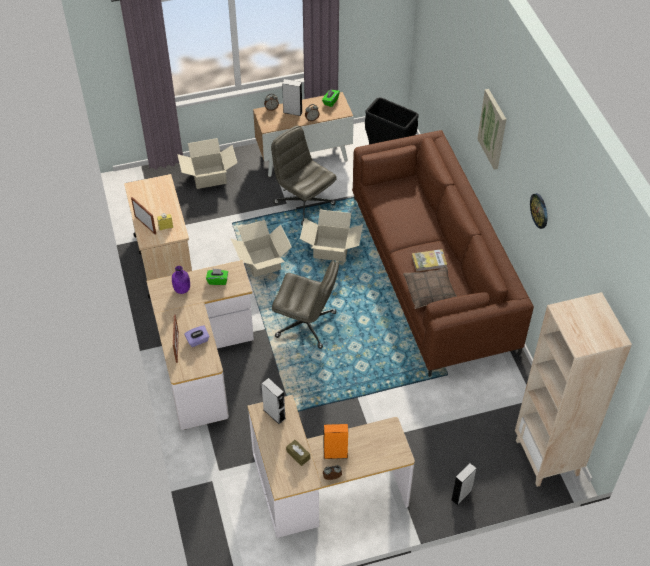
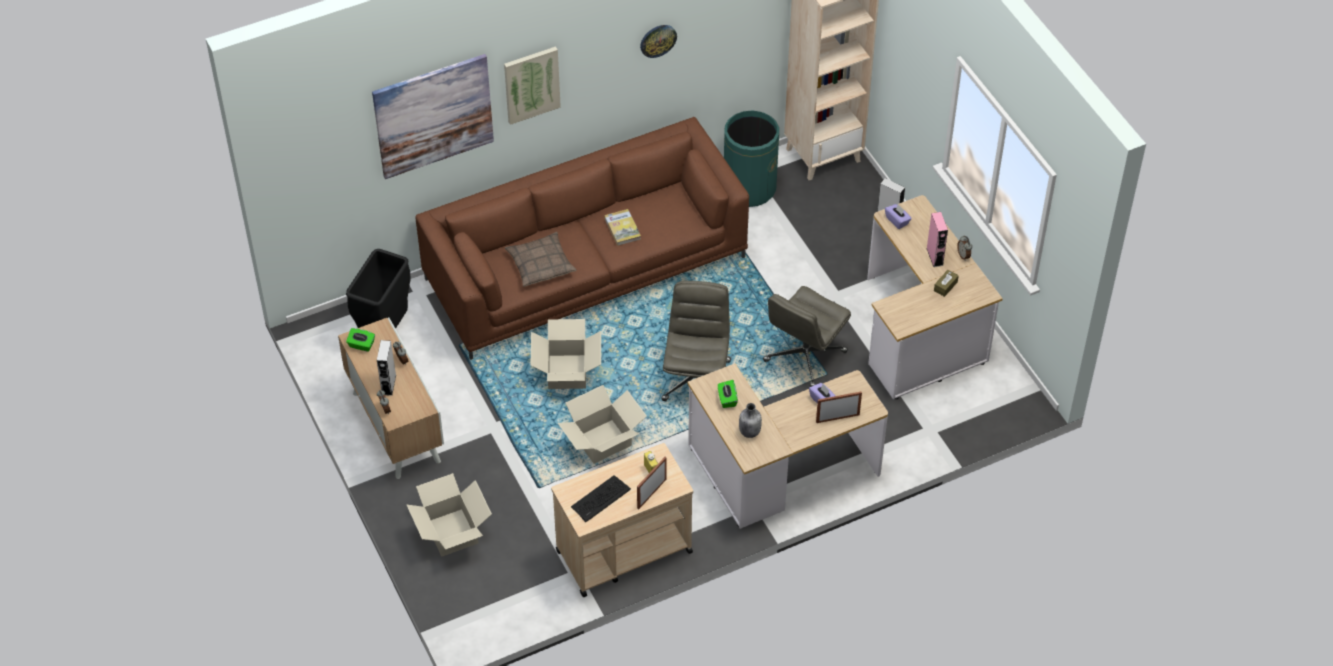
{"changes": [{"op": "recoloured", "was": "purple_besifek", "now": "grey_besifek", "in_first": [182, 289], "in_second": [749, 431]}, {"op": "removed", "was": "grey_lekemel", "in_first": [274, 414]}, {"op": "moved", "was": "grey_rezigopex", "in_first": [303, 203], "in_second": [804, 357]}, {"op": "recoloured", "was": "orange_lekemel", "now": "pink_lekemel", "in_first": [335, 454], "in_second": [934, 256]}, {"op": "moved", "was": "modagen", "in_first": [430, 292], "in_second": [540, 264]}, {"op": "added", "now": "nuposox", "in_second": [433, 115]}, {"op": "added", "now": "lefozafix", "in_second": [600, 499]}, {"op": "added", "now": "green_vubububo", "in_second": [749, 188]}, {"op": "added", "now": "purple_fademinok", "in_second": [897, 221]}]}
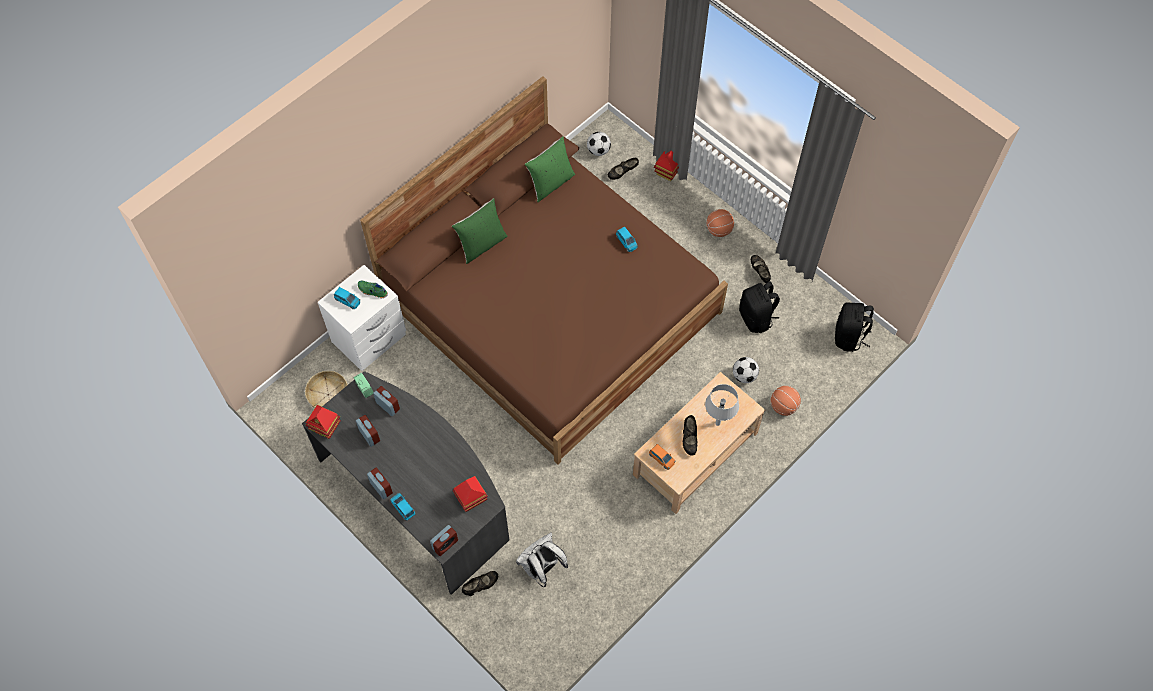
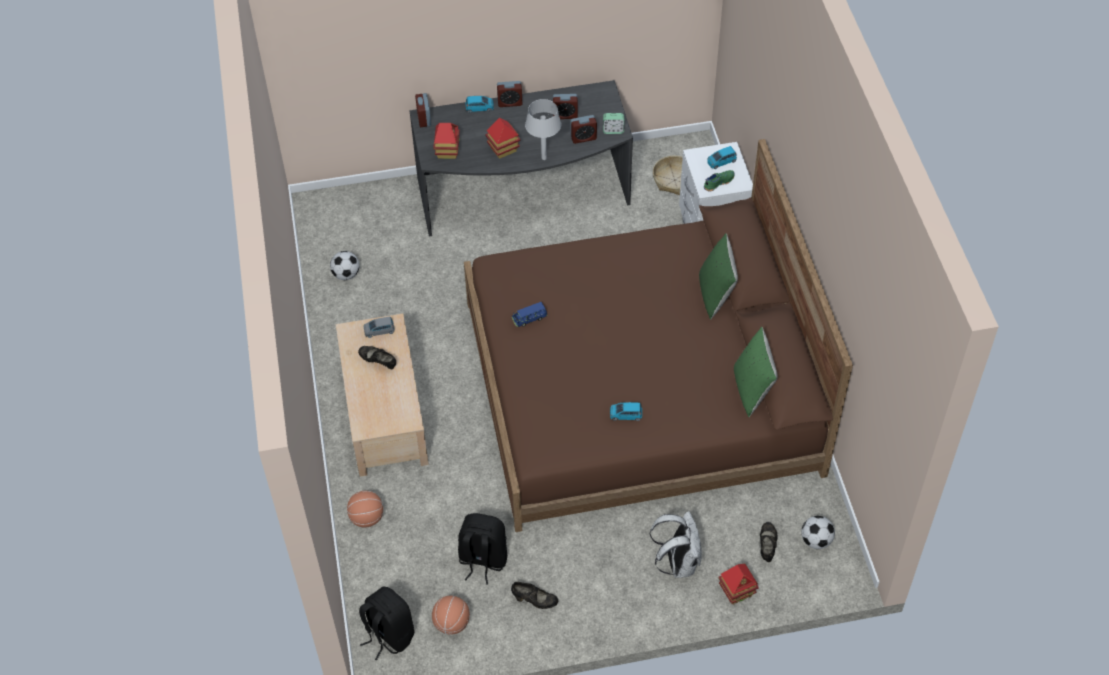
{"changes": [{"op": "moved", "was": "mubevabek", "in_first": [325, 427], "in_second": [503, 149]}, {"op": "removed", "was": "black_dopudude", "in_first": [480, 585]}, {"op": "moved", "was": "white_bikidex", "in_first": [542, 568], "in_second": [678, 563]}, {"op": "recoloured", "was": "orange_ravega", "now": "grey_ravega", "in_first": [661, 458], "in_second": [379, 330]}, {"op": "moved", "was": "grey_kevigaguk", "in_first": [718, 423], "in_second": [544, 158]}, {"op": "moved", "was": "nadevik", "in_first": [719, 230], "in_second": [451, 623]}, {"op": "moved", "was": "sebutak", "in_first": [744, 376], "in_second": [346, 274]}, {"op": "added", "now": "blue_ravega", "in_second": [529, 319]}]}
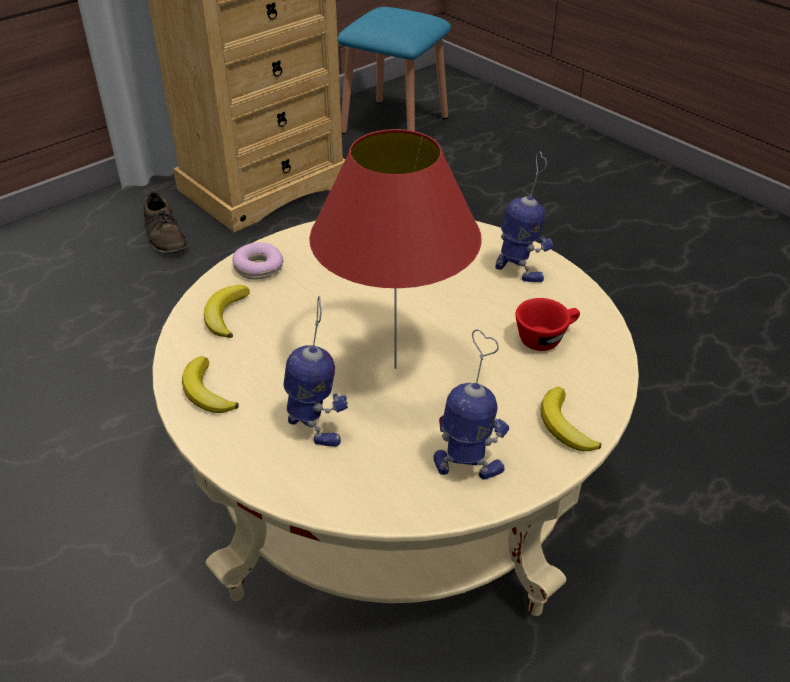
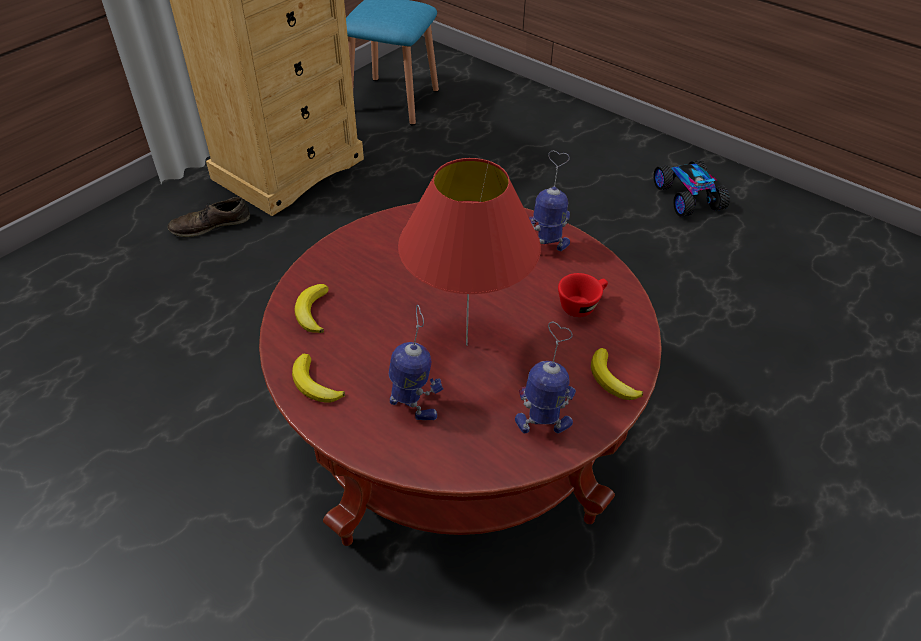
{"changes": [{"op": "turned", "was": "brown_dopudude", "in_first": [165, 236], "in_second": [210, 225], "clockwise": 105}, {"op": "recoloured", "was": "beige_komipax", "now": "red_komipax", "in_first": [394, 485], "in_second": [458, 431]}, {"op": "removed", "was": "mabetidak", "in_first": [258, 268]}, {"op": "turned", "was": "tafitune", "in_first": [519, 271], "in_second": [548, 247], "clockwise": -45}, {"op": "added", "now": "ravega", "in_second": [688, 197]}]}
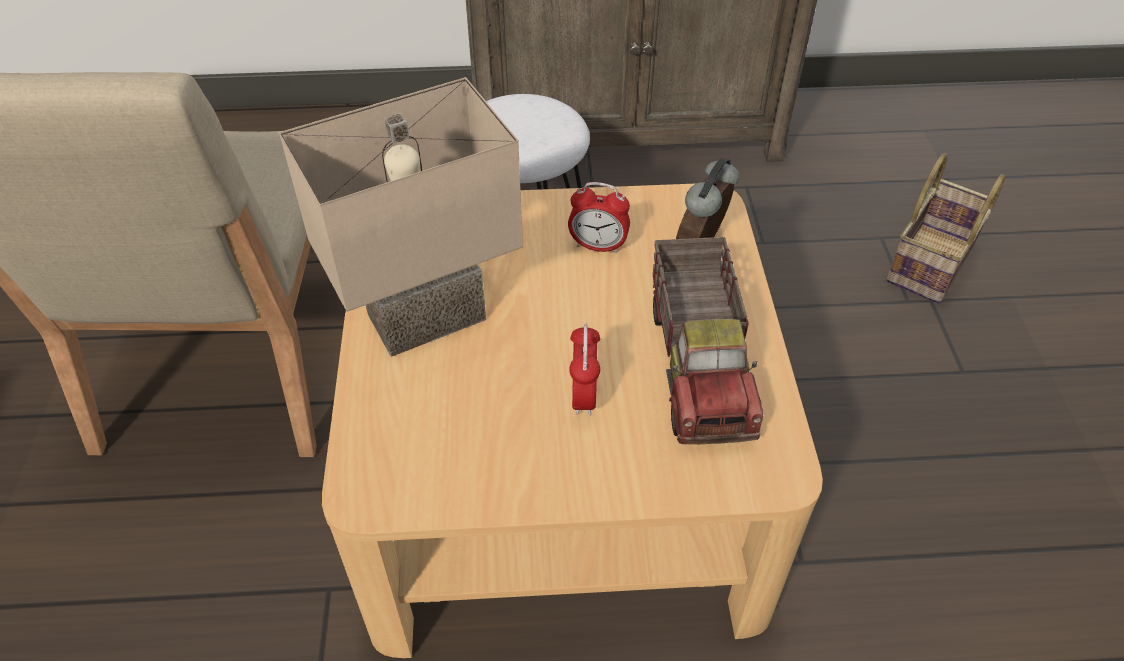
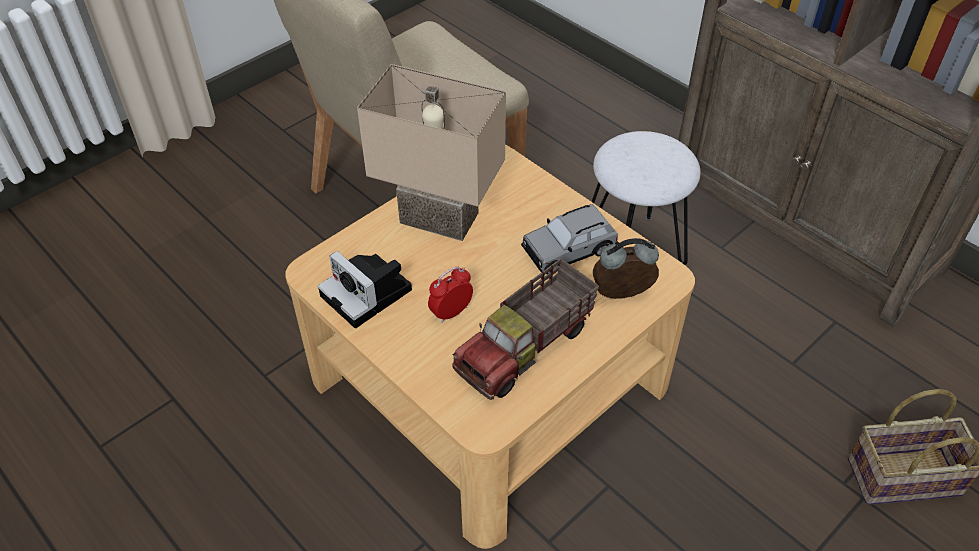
{"changes": [{"op": "replaced", "was": "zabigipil", "now": "grey_ravega", "in_first": [598, 246], "in_second": [569, 250]}, {"op": "added", "now": "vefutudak", "in_second": [369, 294]}]}
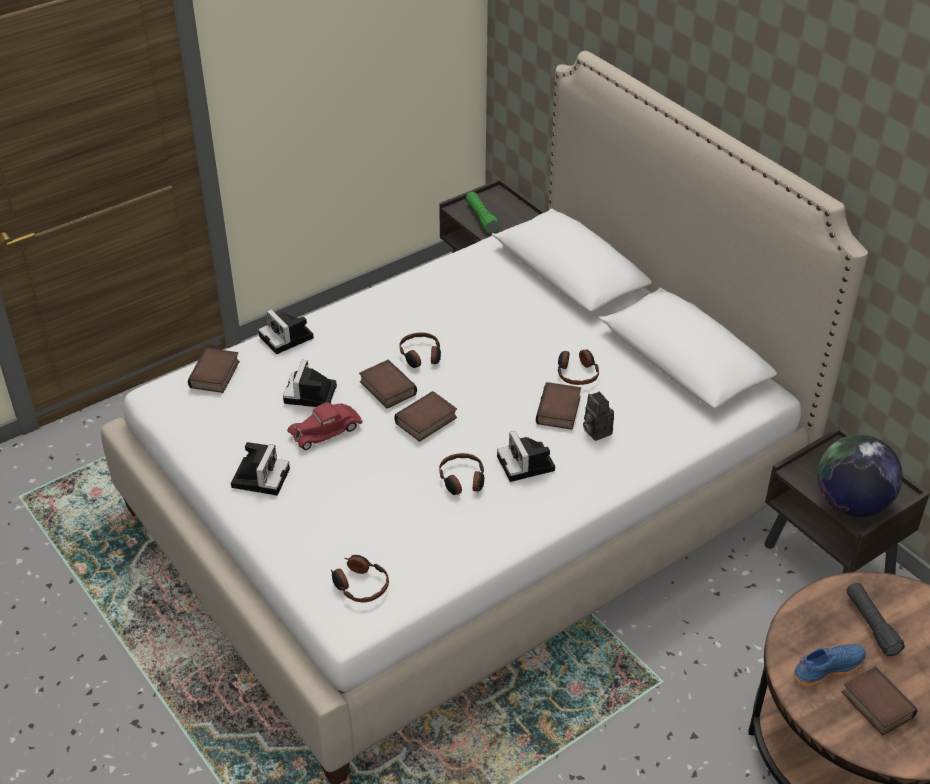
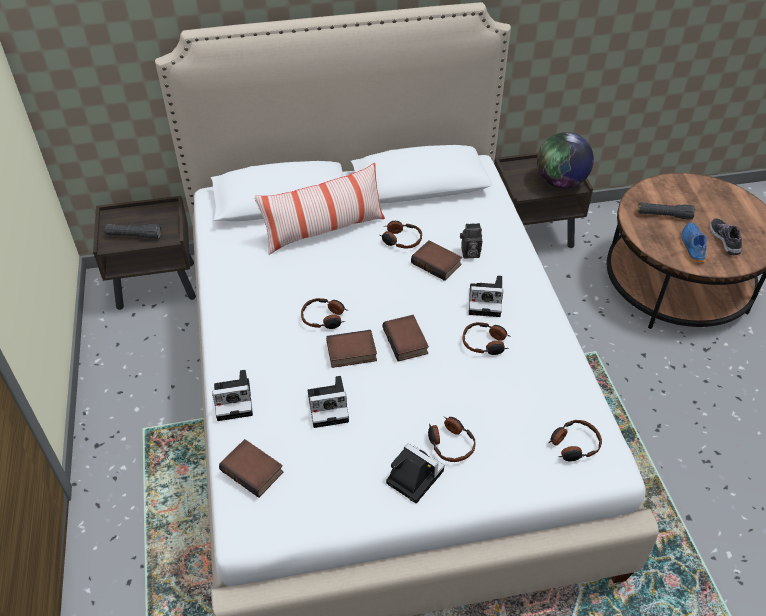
{"changes": [{"op": "turned", "was": "vefutudak", "in_first": [310, 395], "in_second": [330, 406], "clockwise": -45}, {"op": "removed", "was": "red_ravega", "in_first": [326, 430]}, {"op": "recoloured", "was": "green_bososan", "now": "black_bososan", "in_first": [481, 218], "in_second": [134, 236]}, {"op": "replaced", "was": "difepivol", "now": "dopudude", "in_first": [875, 704], "in_second": [725, 240]}, {"op": "added", "now": "modagen", "in_second": [324, 231]}, {"op": "added", "now": "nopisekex", "in_second": [450, 443]}]}
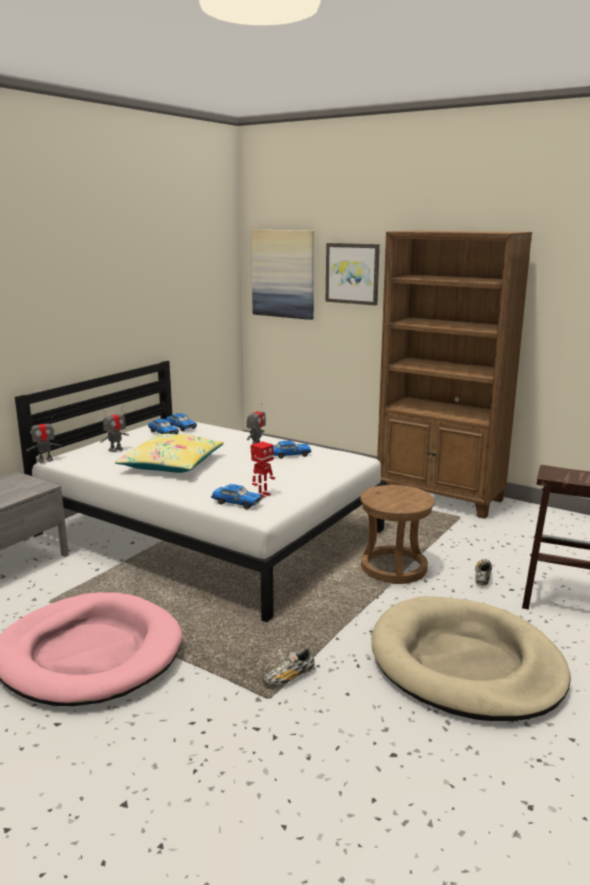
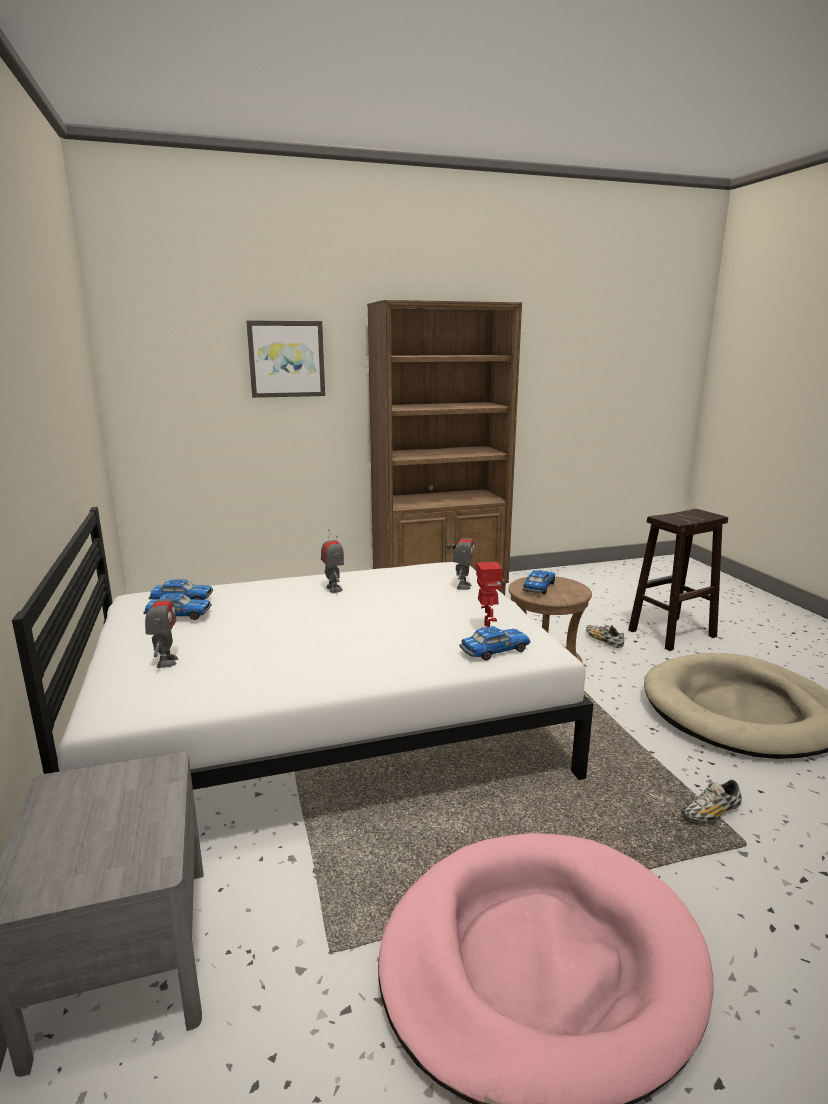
{"changes": [{"op": "moved", "was": "tafitune", "in_first": [45, 460], "in_second": [463, 586]}, {"op": "removed", "was": "yellow_modagen", "in_first": [171, 464]}, {"op": "removed", "was": "nuposox", "in_first": [283, 274]}, {"op": "turned", "was": "dopudude", "in_first": [289, 677], "in_second": [710, 813], "clockwise": 60}, {"op": "moved", "was": "ravega", "in_first": [289, 455], "in_second": [538, 588]}]}
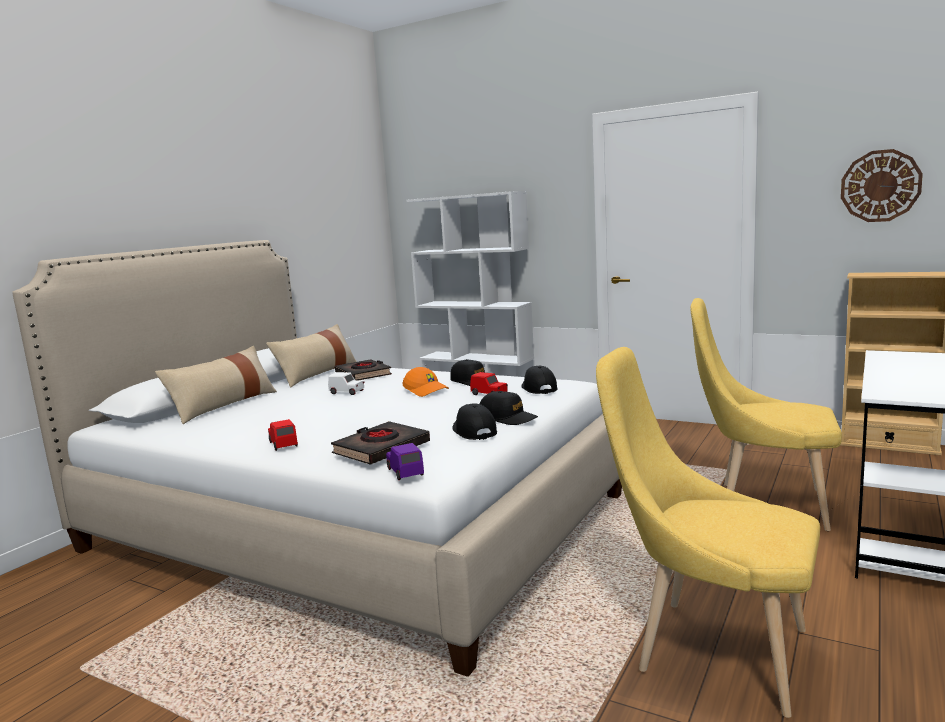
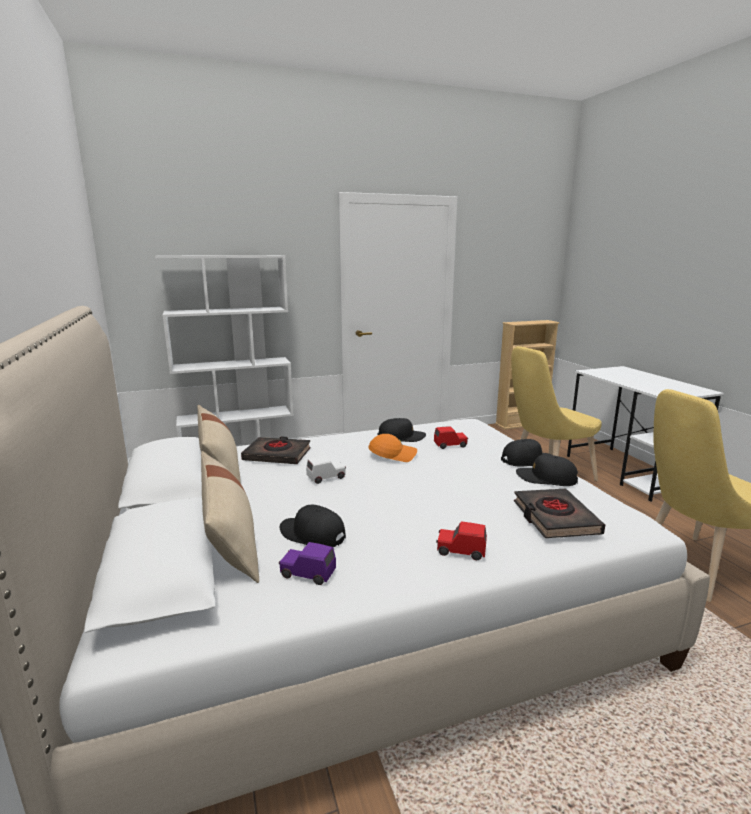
{"changes": [{"op": "moved", "was": "purple_ravega", "in_first": [405, 472], "in_second": [307, 574]}, {"op": "moved", "was": "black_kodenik", "in_first": [538, 388], "in_second": [312, 535]}, {"op": "removed", "was": "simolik", "in_first": [880, 186]}]}
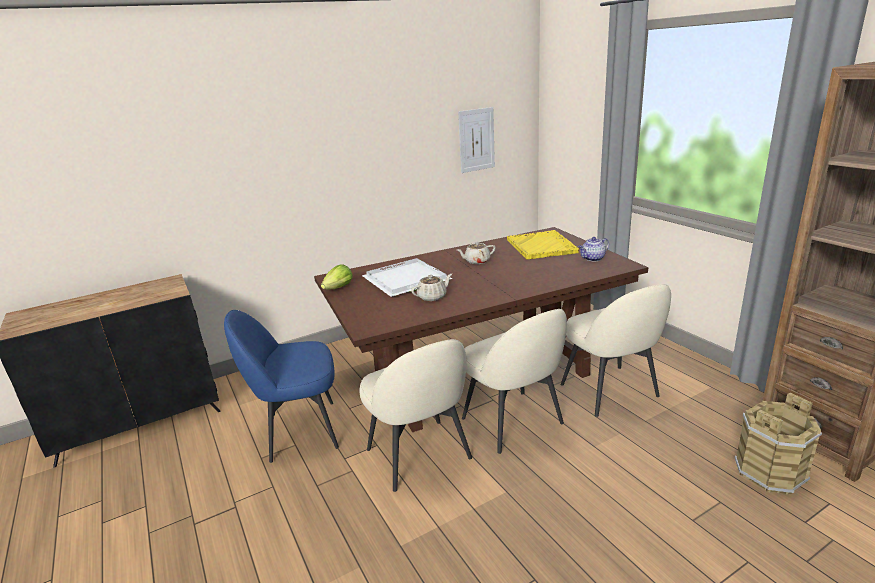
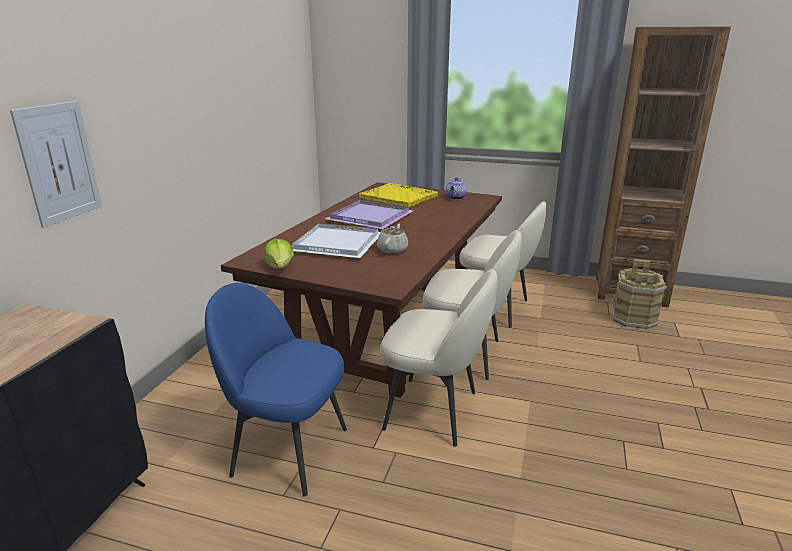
{"changes": [{"op": "turned", "was": "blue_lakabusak", "in_first": [300, 431], "in_second": [287, 450], "clockwise": 75}, {"op": "replaced", "was": "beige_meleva", "now": "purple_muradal", "in_first": [477, 261], "in_second": [369, 217]}, {"op": "moved", "was": "nuposox", "in_first": [476, 140], "in_second": [59, 163]}]}
